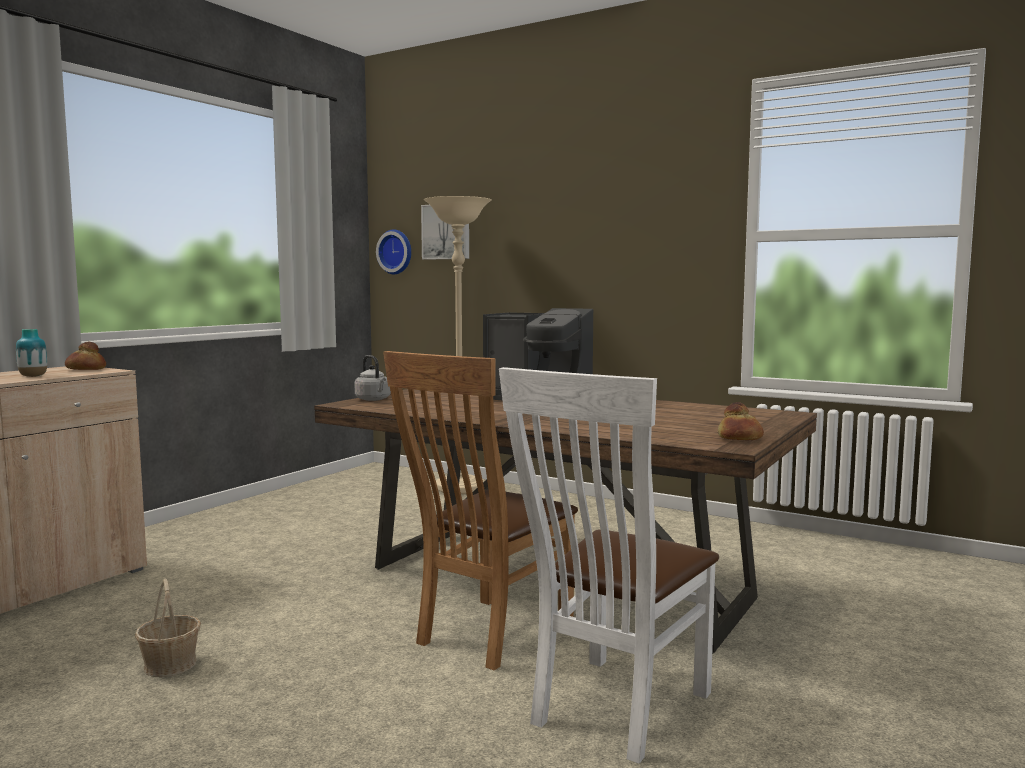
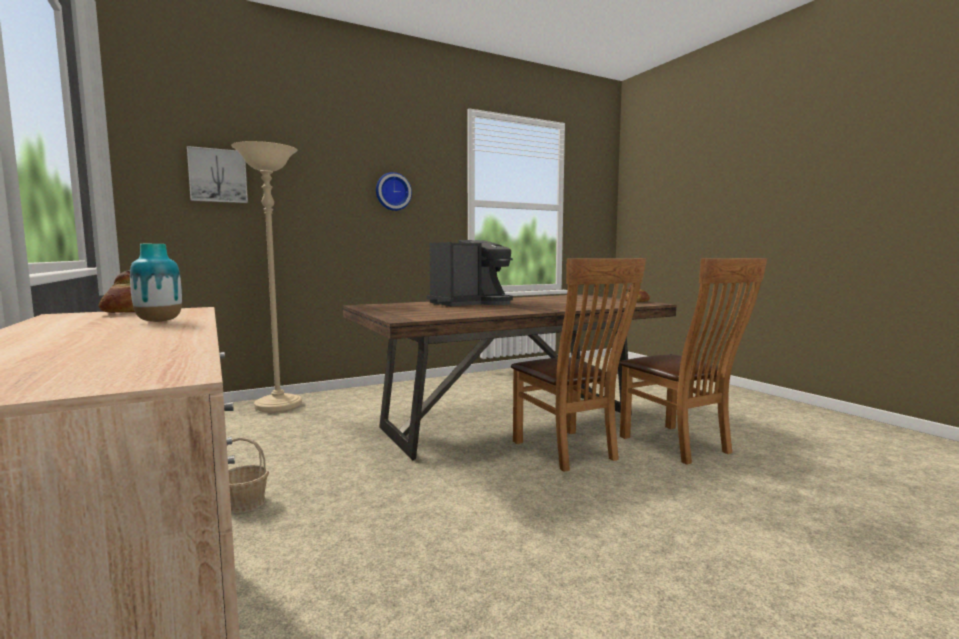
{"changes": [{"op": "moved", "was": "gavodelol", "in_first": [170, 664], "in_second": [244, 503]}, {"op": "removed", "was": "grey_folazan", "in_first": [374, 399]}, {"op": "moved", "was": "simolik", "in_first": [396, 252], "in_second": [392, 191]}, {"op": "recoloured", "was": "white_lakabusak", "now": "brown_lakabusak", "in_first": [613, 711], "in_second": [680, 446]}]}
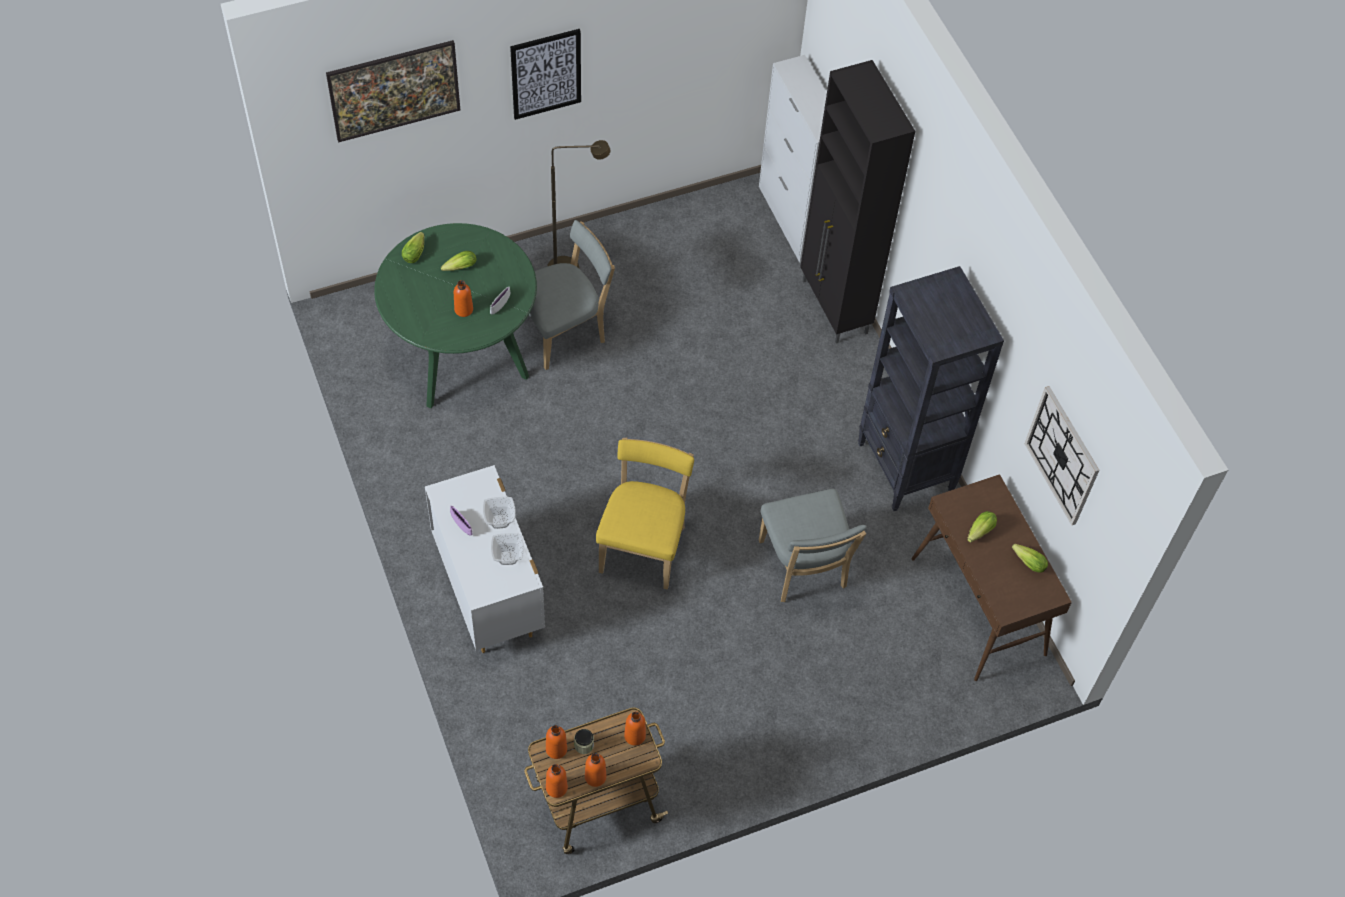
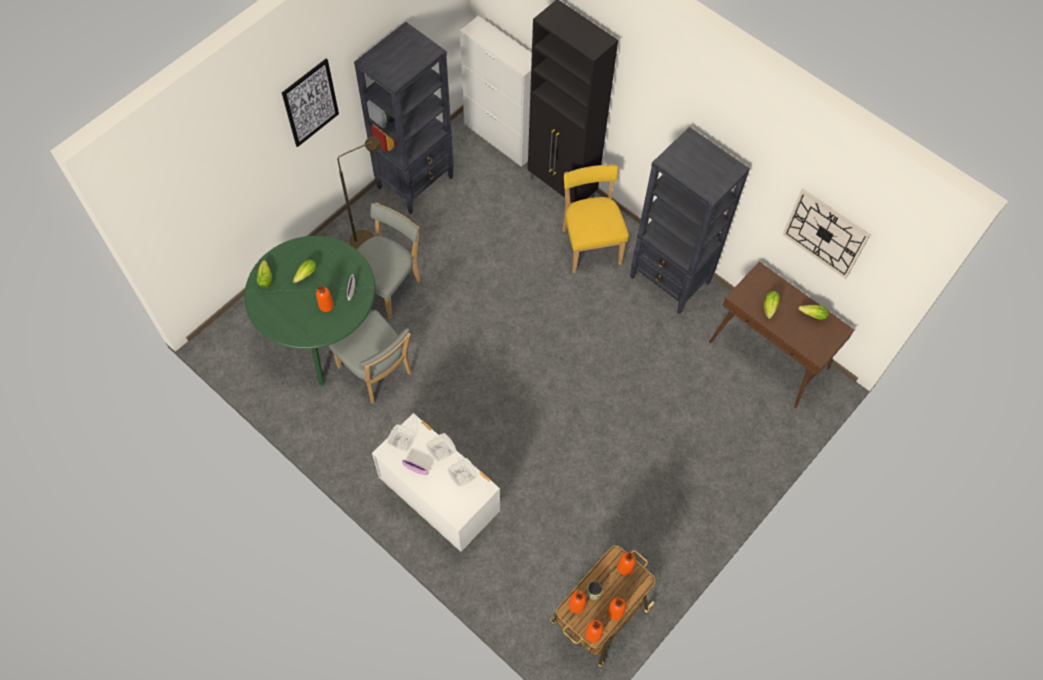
{"changes": [{"op": "removed", "was": "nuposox", "in_first": [396, 107]}, {"op": "moved", "was": "yellow_lakabusak", "in_first": [644, 546], "in_second": [590, 244]}, {"op": "moved", "was": "grey_lakabusak", "in_first": [804, 568], "in_second": [377, 372]}, {"op": "added", "now": "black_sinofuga", "in_second": [416, 182]}, {"op": "added", "now": "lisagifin", "in_second": [403, 445]}]}
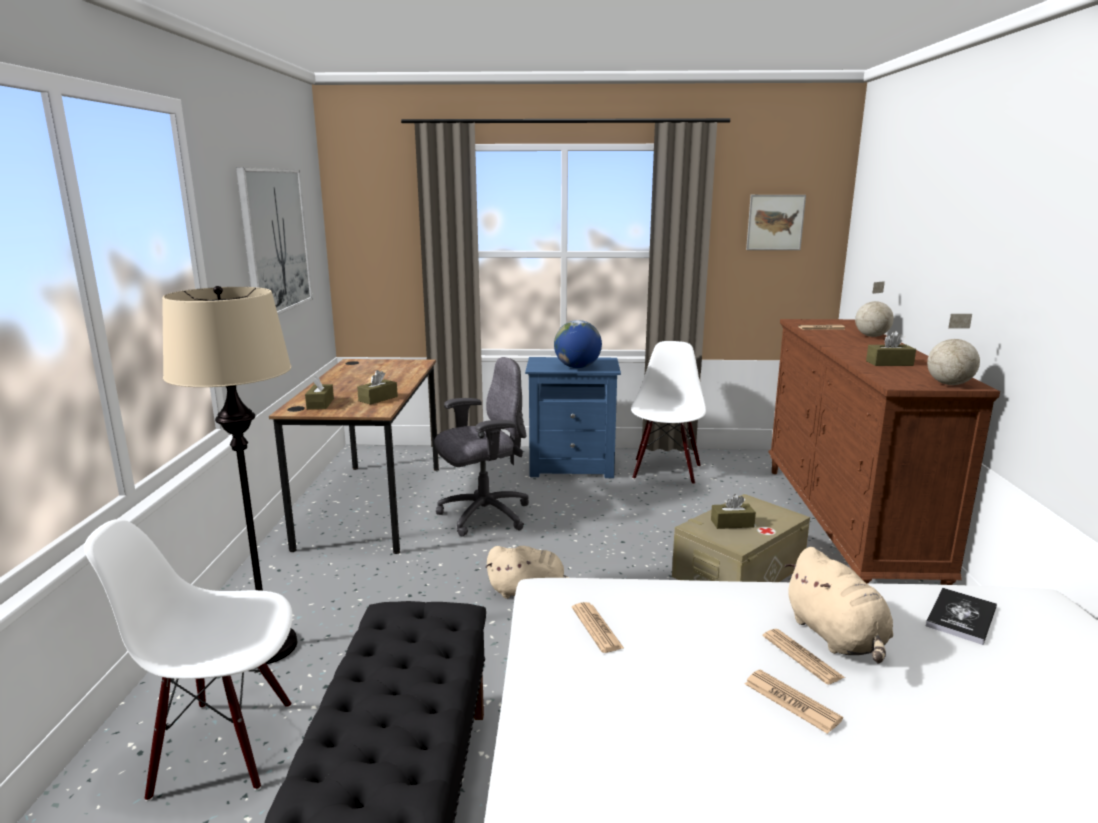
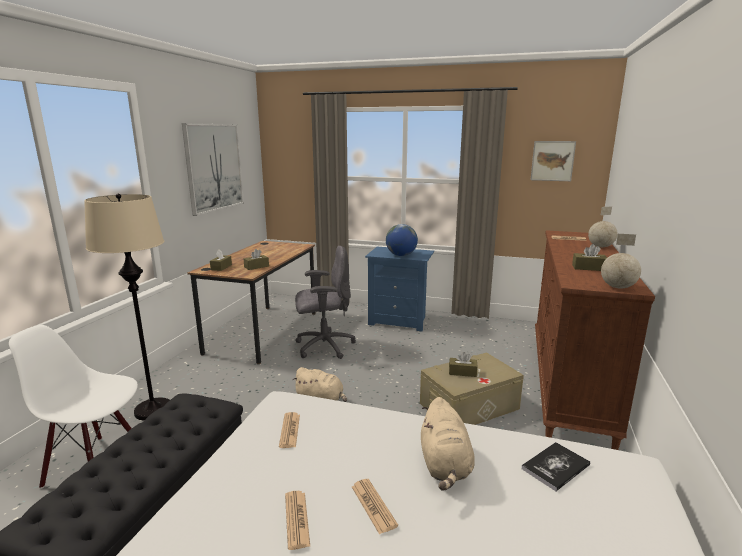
{"changes": [{"op": "removed", "was": "white_lakabusak", "in_first": [665, 471]}, {"op": "moved", "was": "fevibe", "in_first": [802, 657], "in_second": [297, 519]}]}
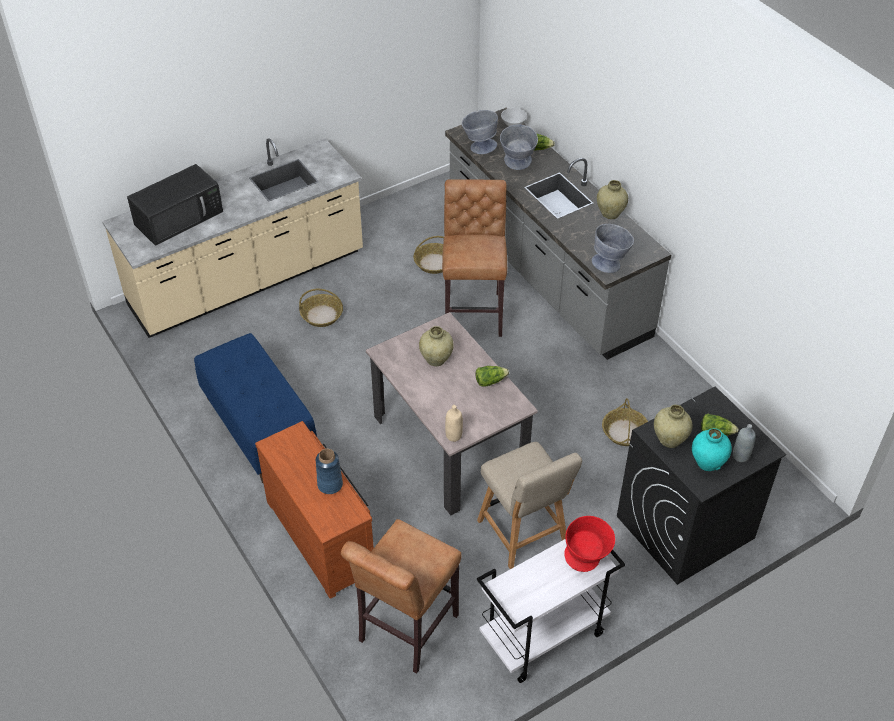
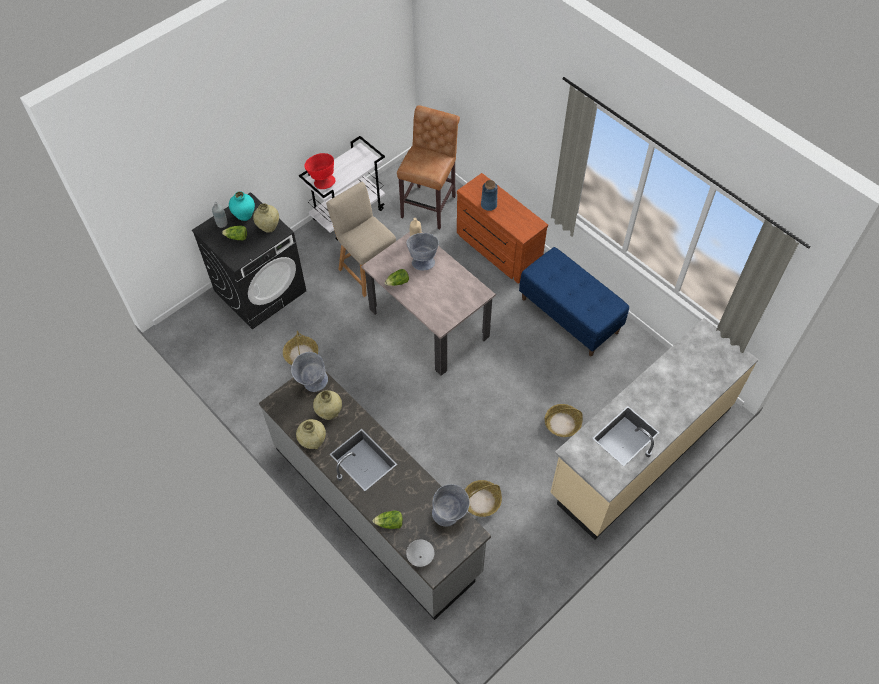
{"changes": [{"op": "removed", "was": "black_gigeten", "in_first": [179, 217]}, {"op": "moved", "was": "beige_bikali", "in_first": [436, 360], "in_second": [329, 413]}, {"op": "removed", "was": "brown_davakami", "in_first": [473, 311]}, {"op": "moved", "was": "grey_lisagifin", "in_first": [517, 165], "in_second": [423, 260]}]}
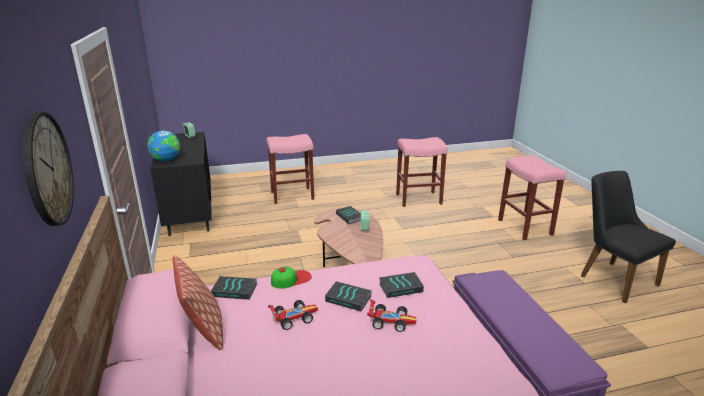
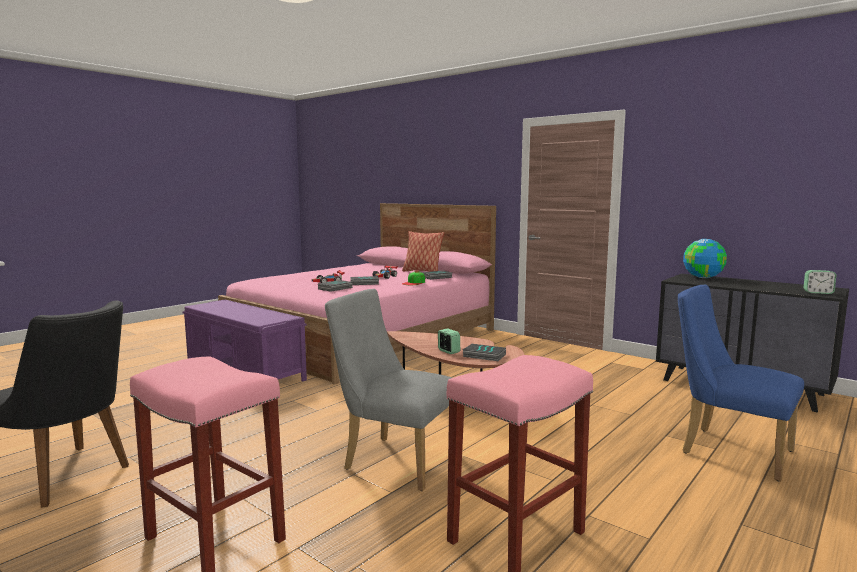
{"changes": [{"op": "removed", "was": "simolik", "in_first": [47, 169]}, {"op": "replaced", "was": "pink_davakami", "now": "blue_lakabusak", "in_first": [291, 195], "in_second": [728, 450]}, {"op": "added", "now": "grey_lakabusak", "in_second": [394, 460]}]}
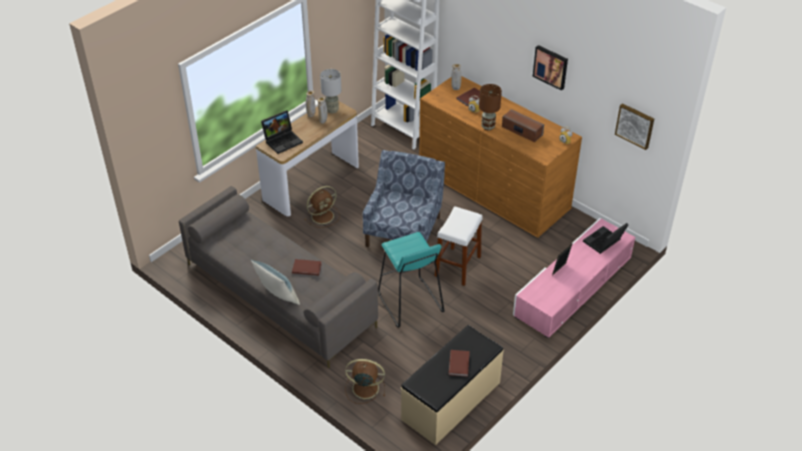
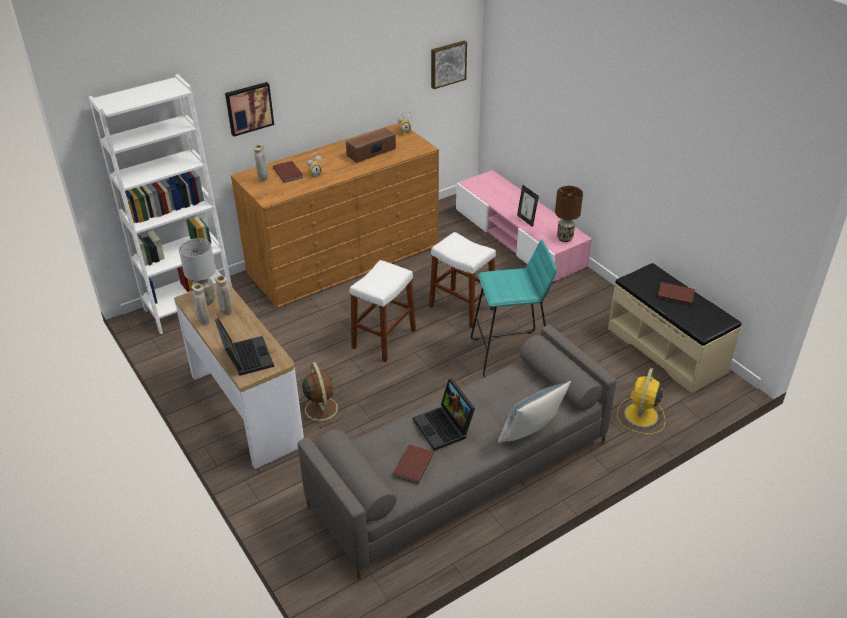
{"changes": [{"op": "moved", "was": "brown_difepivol", "in_first": [306, 268], "in_second": [412, 465]}, {"op": "recoloured", "was": "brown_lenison", "now": "yellow_lenison", "in_first": [364, 388], "in_second": [640, 416]}, {"op": "replaced", "was": "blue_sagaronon", "now": "white_davakami", "in_first": [404, 231], "in_second": [384, 339]}, {"op": "moved", "was": "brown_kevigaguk", "in_first": [488, 127], "in_second": [564, 238]}, {"op": "moved", "was": "nuposox", "in_first": [551, 66], "in_second": [249, 108]}, {"op": "moved", "was": "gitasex", "in_first": [603, 242], "in_second": [445, 428]}]}
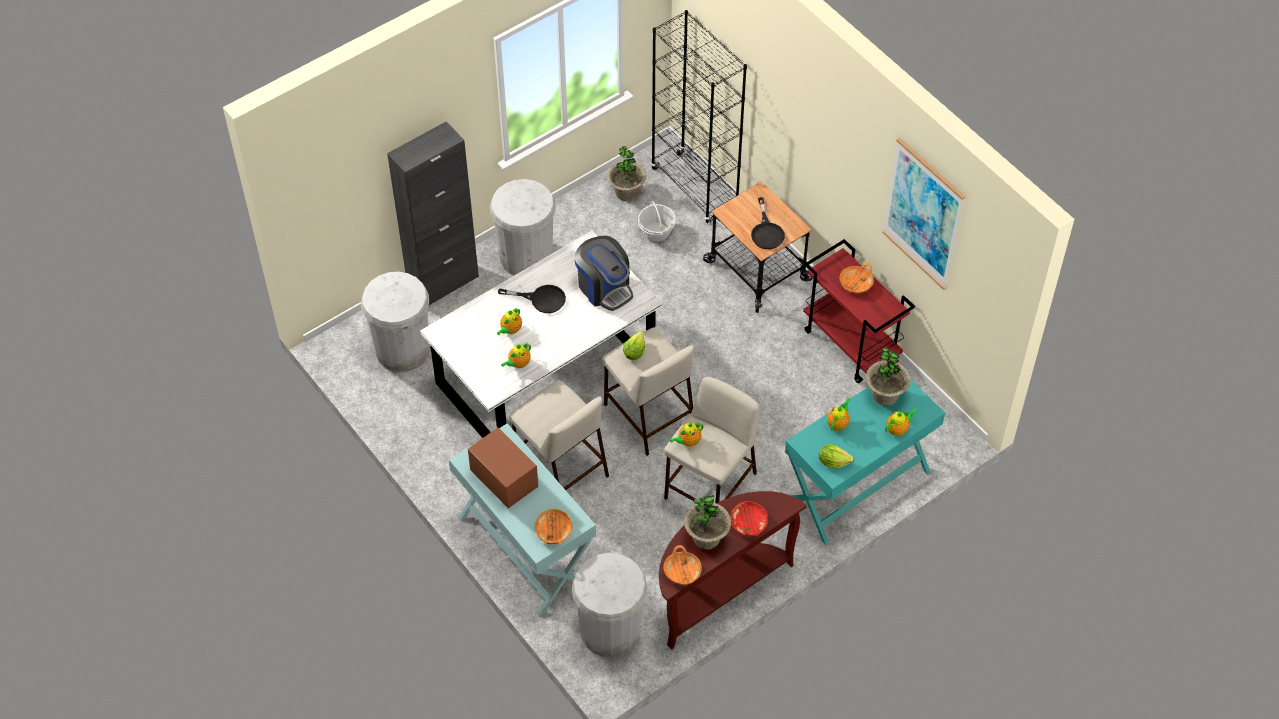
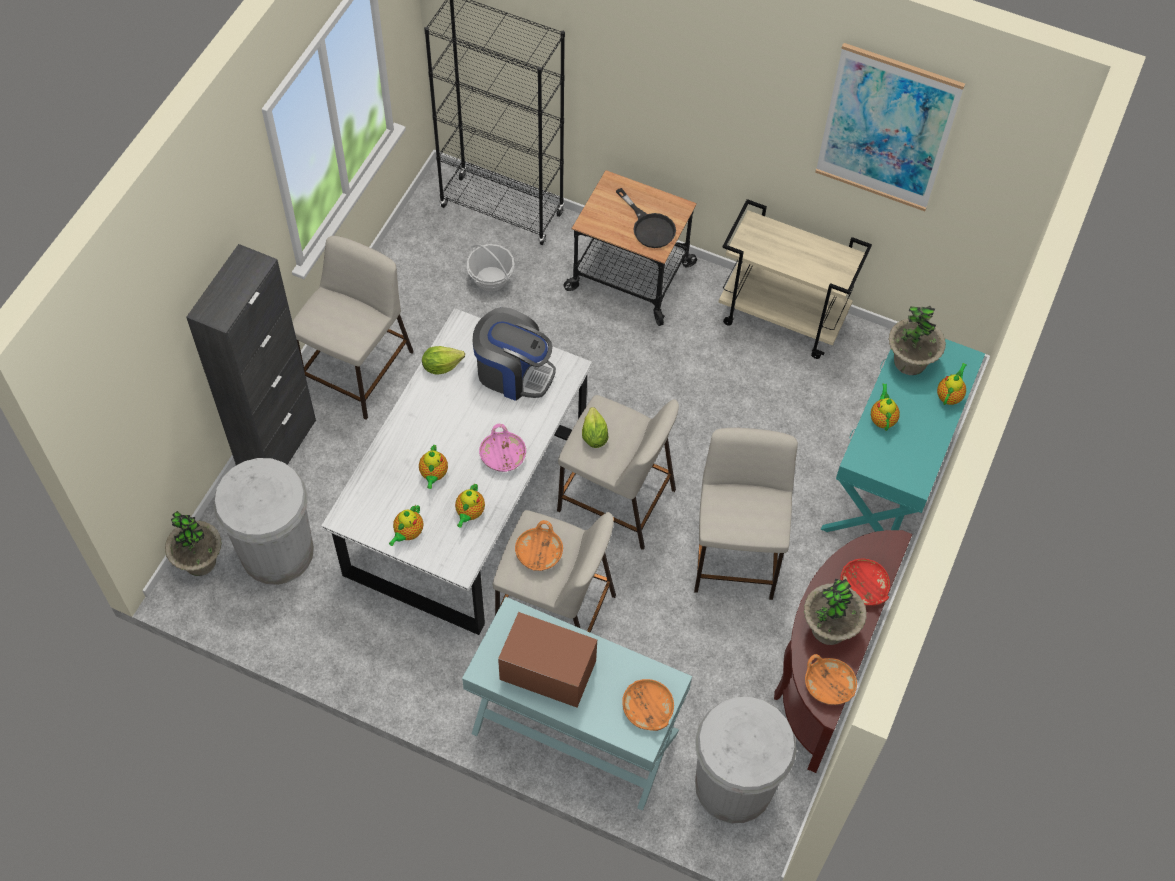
{"changes": [{"op": "replaced", "was": "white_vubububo", "now": "beige_davakami", "in_first": [526, 257], "in_second": [358, 372]}, {"op": "removed", "was": "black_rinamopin", "in_first": [541, 299]}, {"op": "moved", "was": "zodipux", "in_first": [626, 192], "in_second": [200, 561]}, {"op": "moved", "was": "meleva", "in_first": [688, 441], "in_second": [408, 533]}, {"op": "recoloured", "was": "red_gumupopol", "now": "beige_gumupopol", "in_first": [851, 345], "in_second": [783, 318]}, {"op": "moved", "was": "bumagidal", "in_first": [833, 461], "in_second": [441, 366]}, {"op": "moved", "was": "orange_lisagifin", "in_first": [856, 283], "in_second": [539, 552]}, {"op": "added", "now": "pink_lisagifin", "in_second": [502, 455]}]}
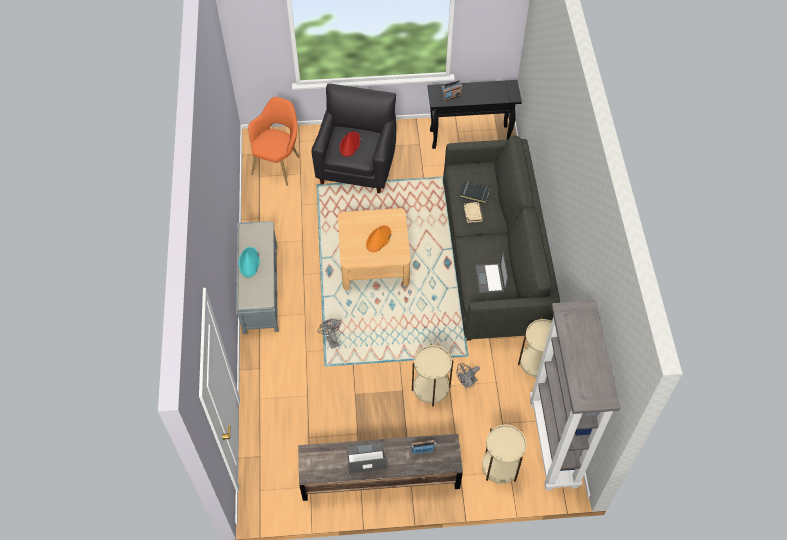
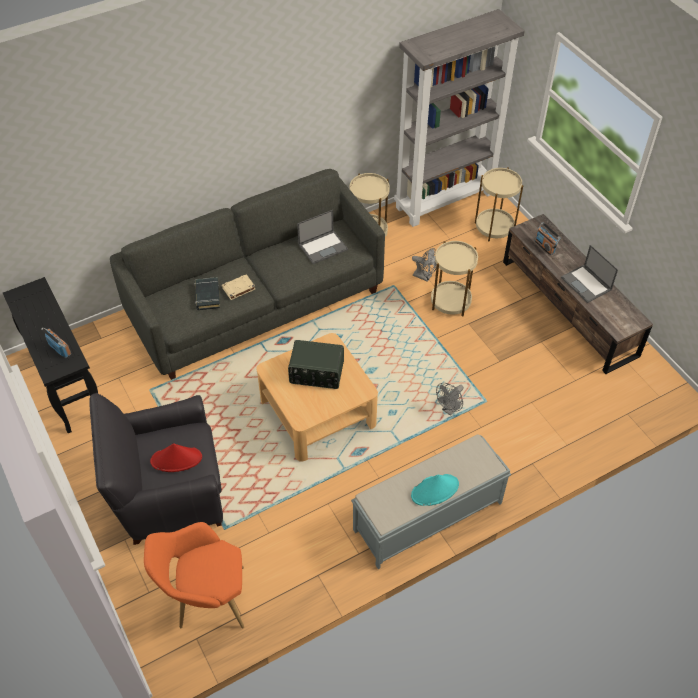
{"changes": [{"op": "replaced", "was": "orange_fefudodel", "now": "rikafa", "in_first": [378, 239], "in_second": [316, 373]}]}
